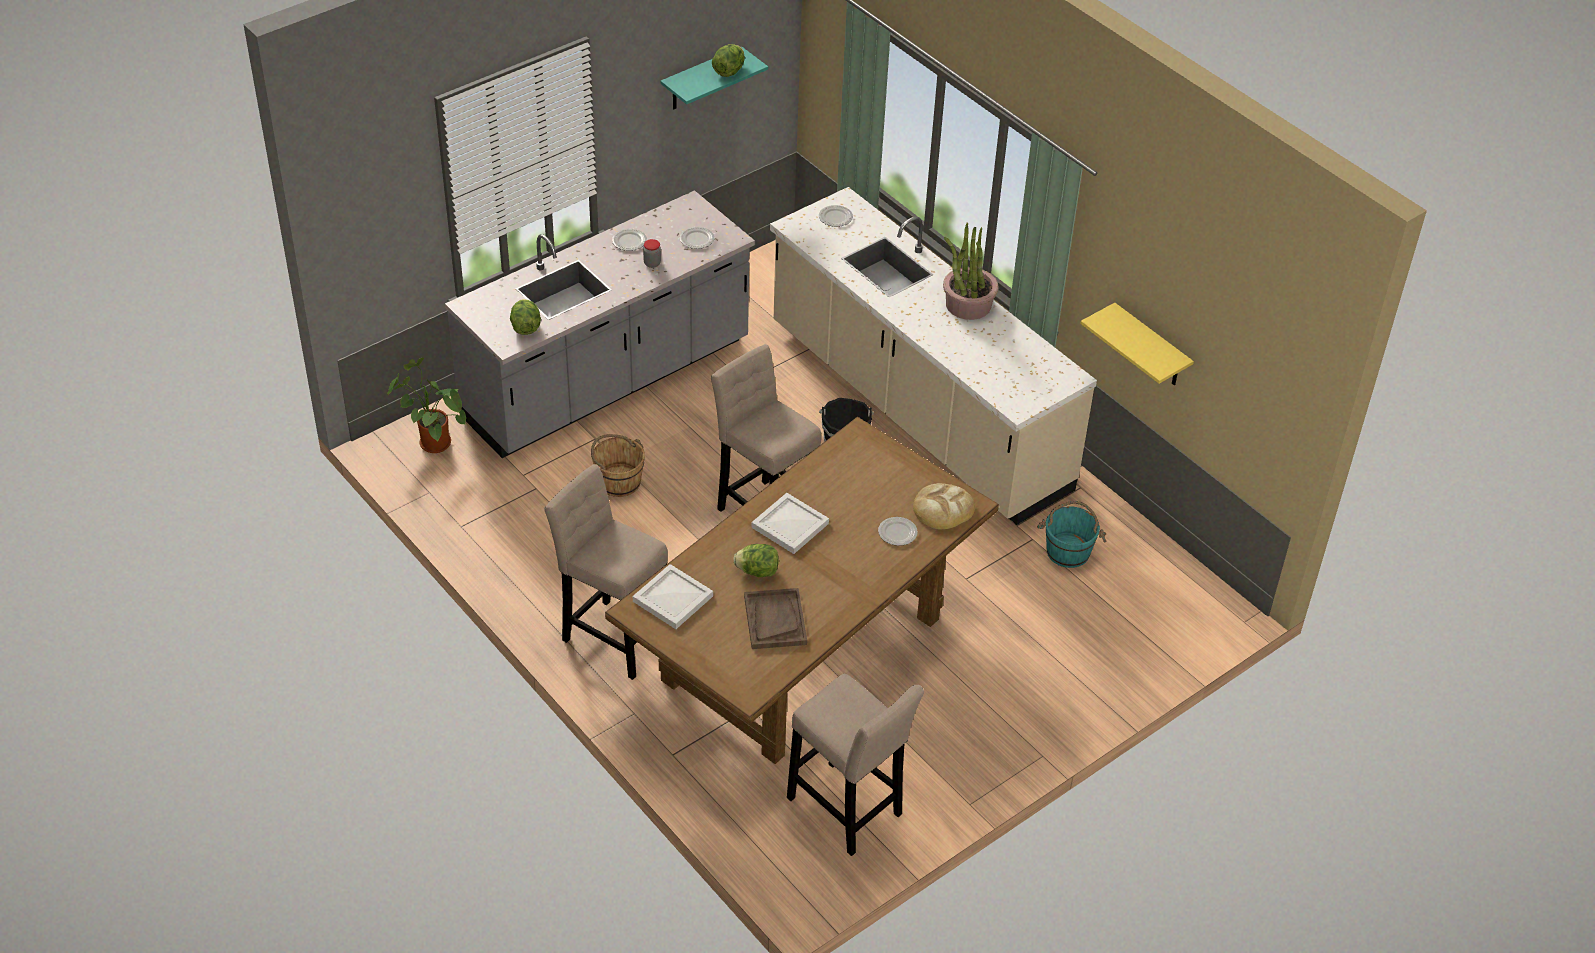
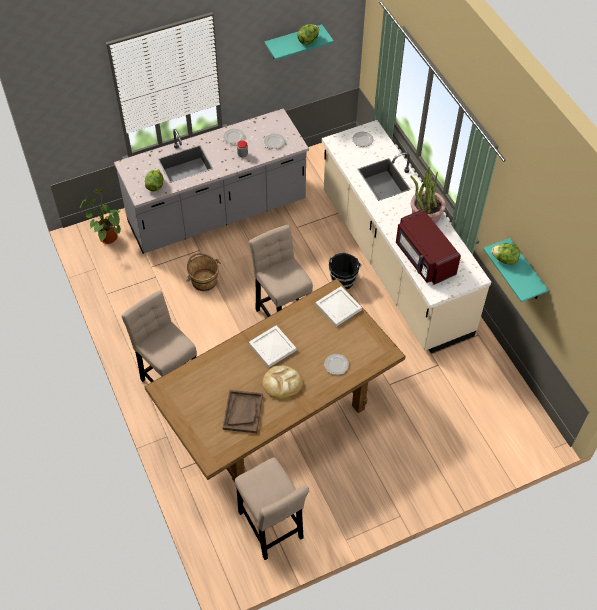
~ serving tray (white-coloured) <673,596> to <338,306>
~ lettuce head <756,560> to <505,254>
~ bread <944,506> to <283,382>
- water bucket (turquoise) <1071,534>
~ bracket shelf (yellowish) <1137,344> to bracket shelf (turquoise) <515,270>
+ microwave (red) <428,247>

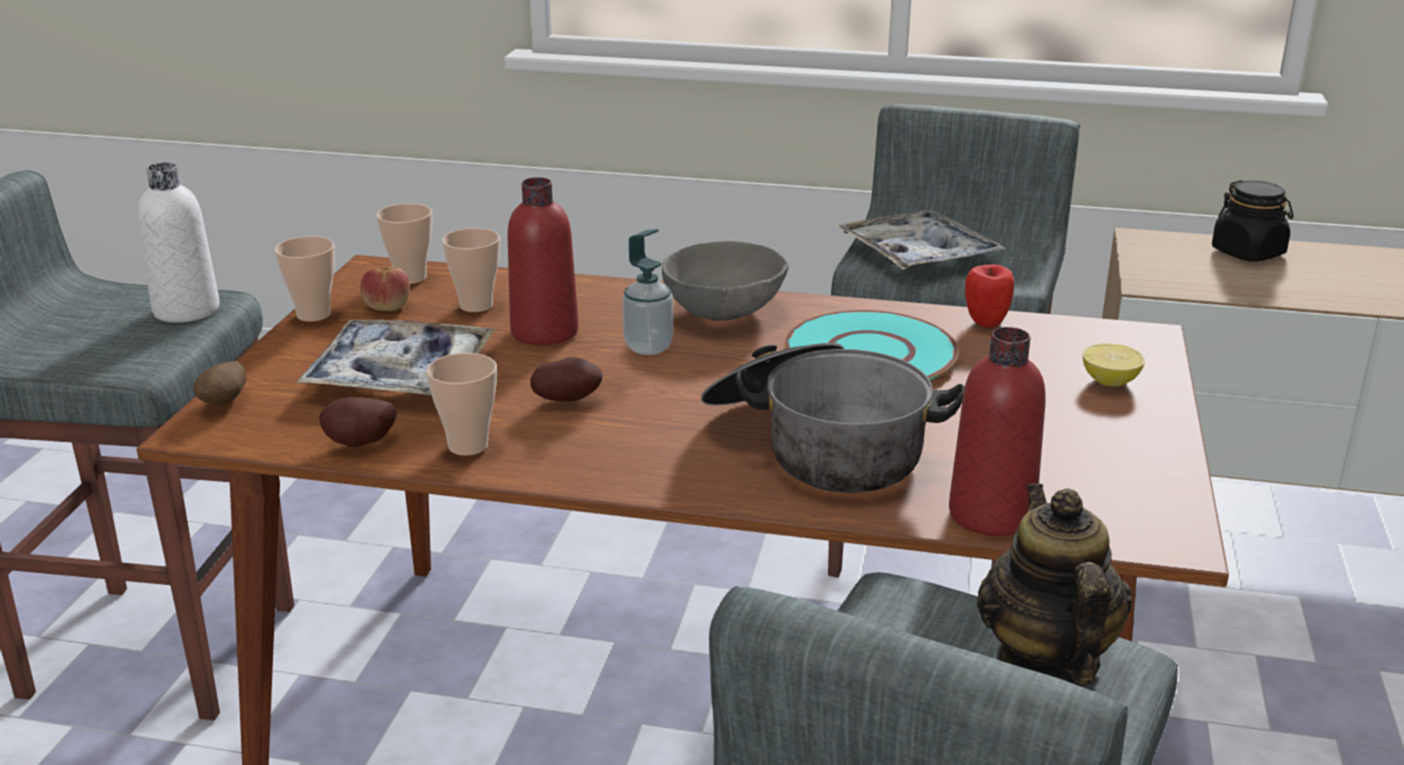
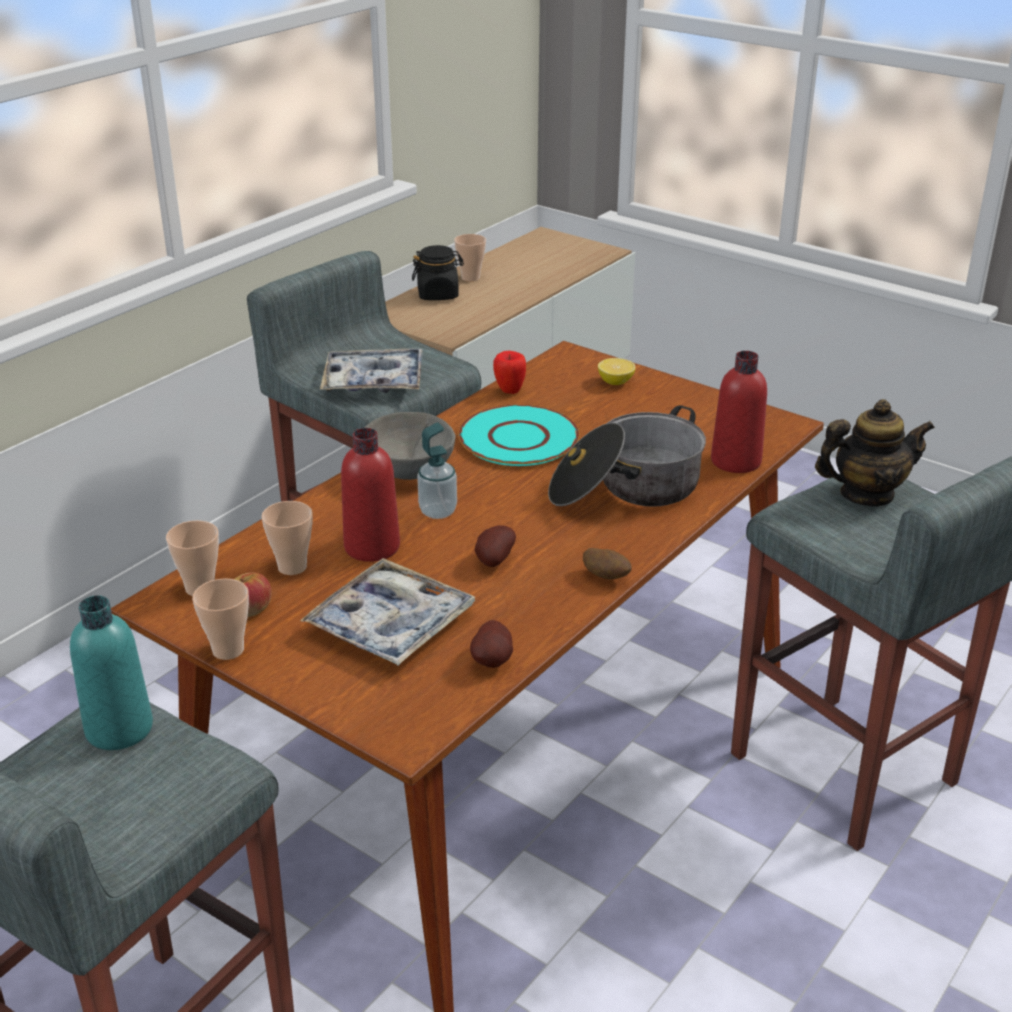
~ bottle (white-coloured) <179,242> to bottle (turquoise) <111,672>
~ spud <220,383> to <607,563>
~ drinking cup <461,404> to <470,258>
~ pot for tea <1055,585> = <875,453> 150 degrees clockwise

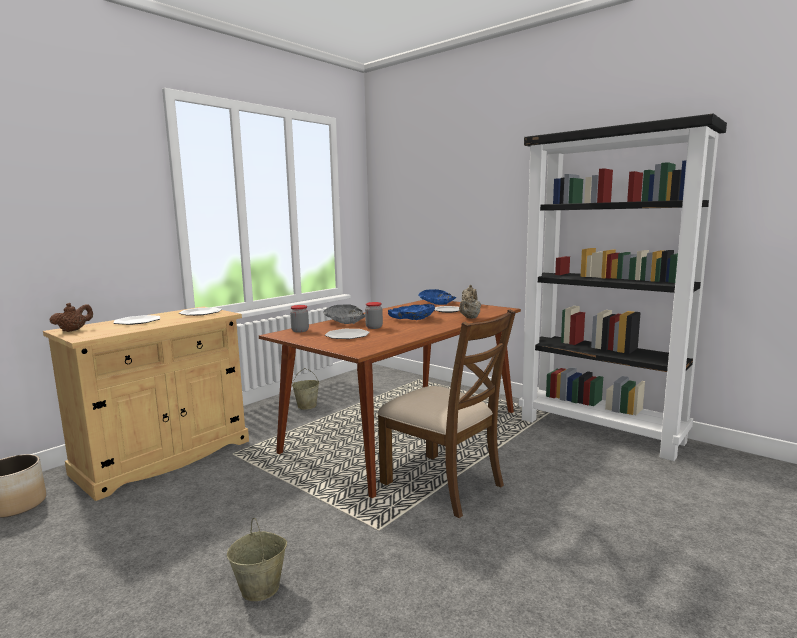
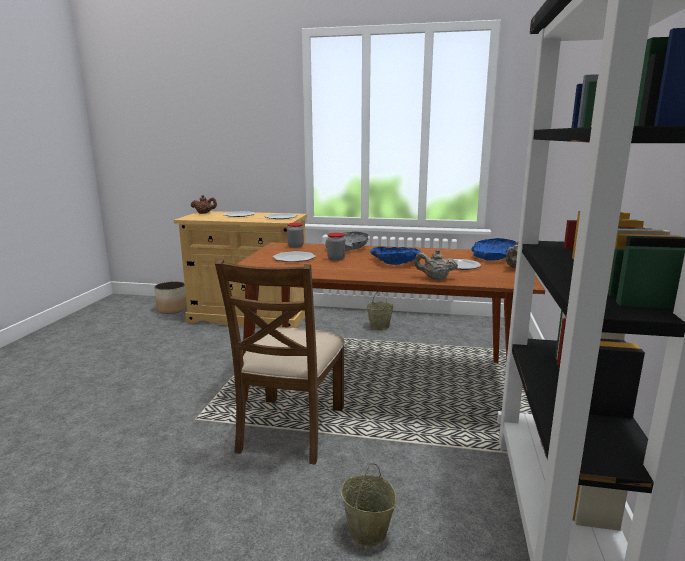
~ water bucket (beige-coloured) <257,559> to <369,504>

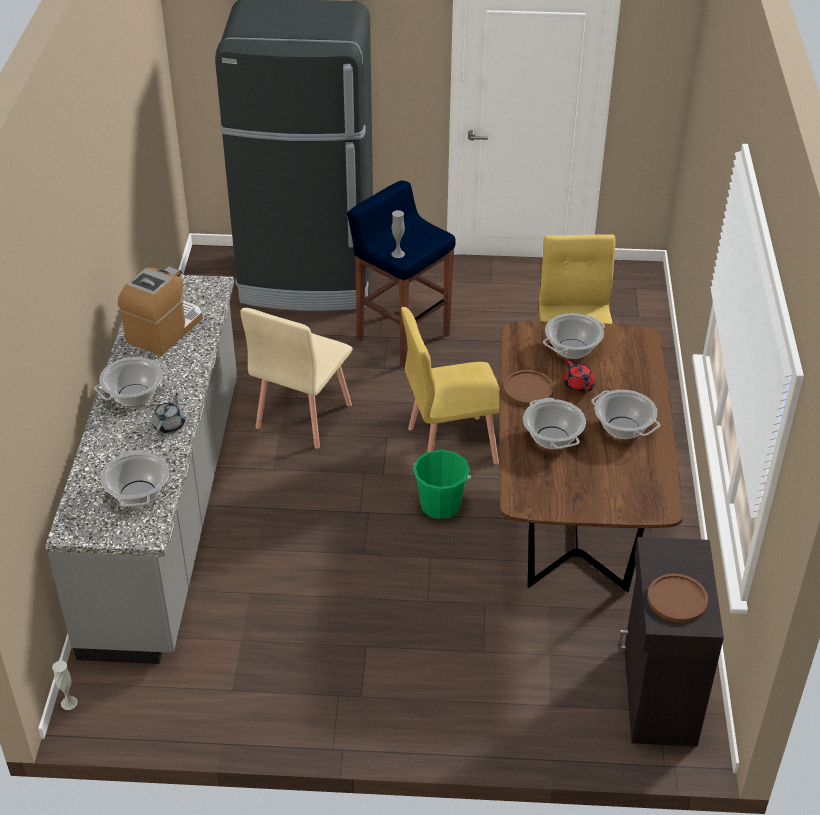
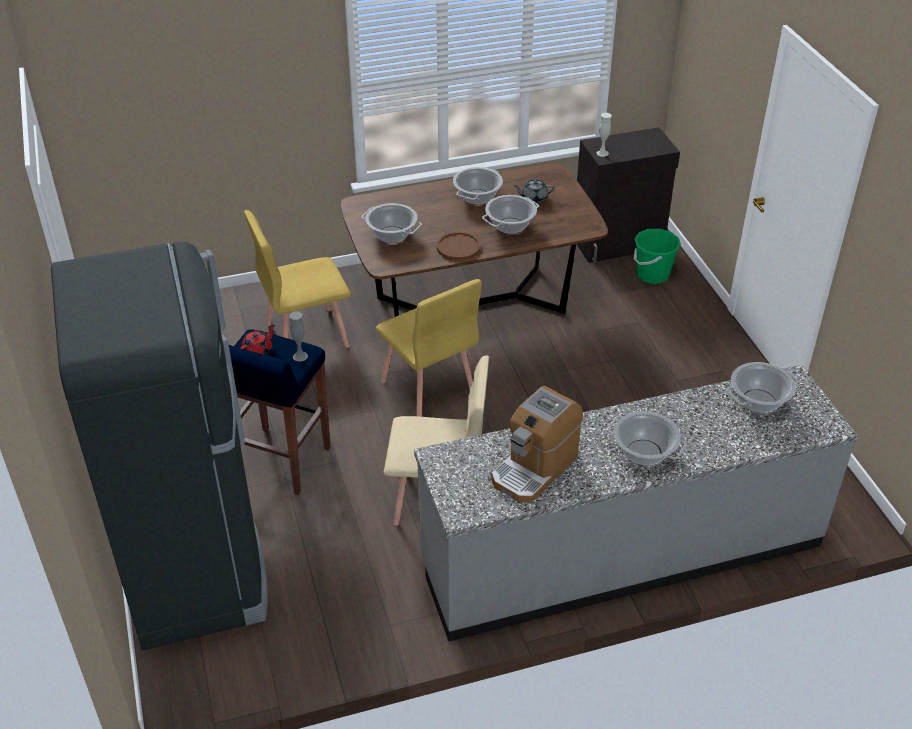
~ vase (white-coloured) <65,685> to <604,135>
~ coffee machine <160,311> = <537,444> 60 degrees counterclockwise
~ pot for tea (gray) <168,413> to <534,191>
~ water bucket (greenish) <442,484> to <657,256>
~ pot for tea (red) <579,377> to <258,340>
- dinner plate (brownish) <677,598>

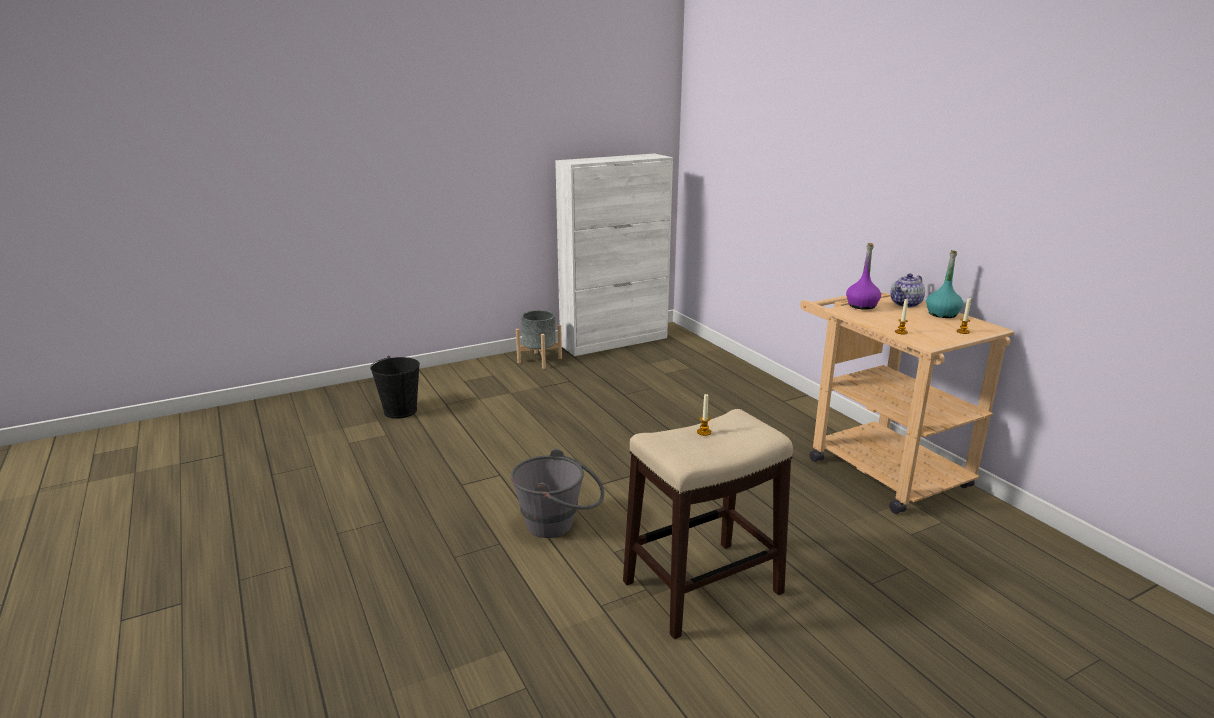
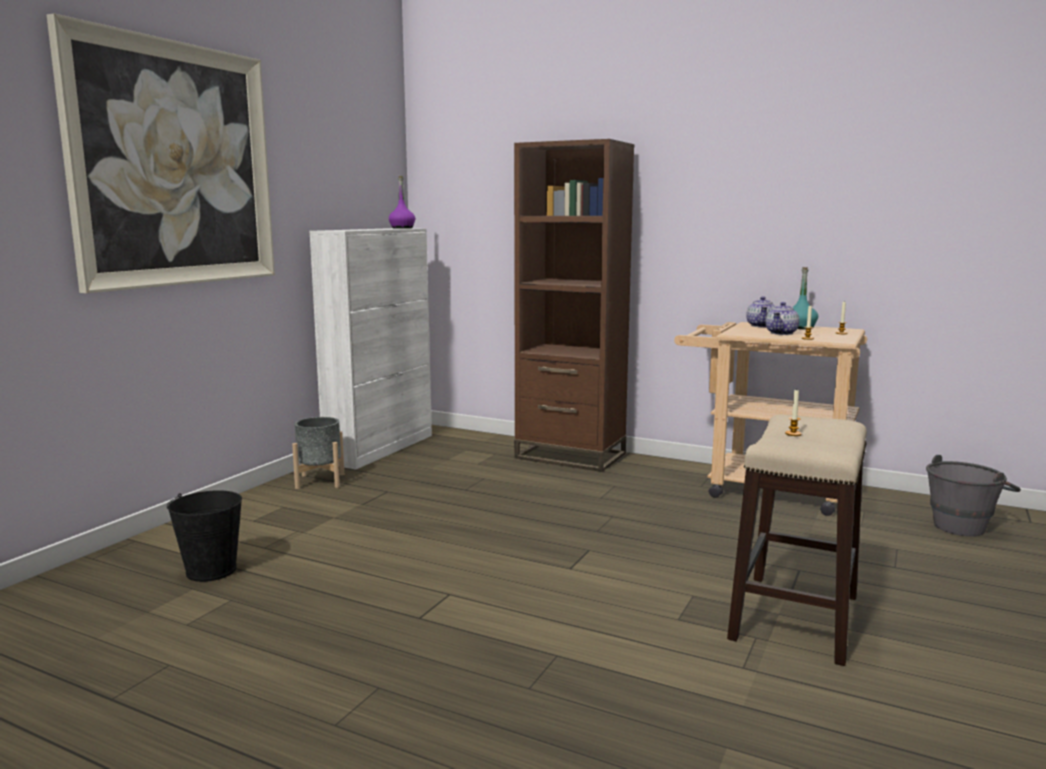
~ water bucket (gray) <557,493> to <973,495>
~ bottle (purple-coloured) <863,276> to <402,202>
+ wall art <161,153>
+ bookcase (brownish) <574,305>
+ pot for tea <782,318>

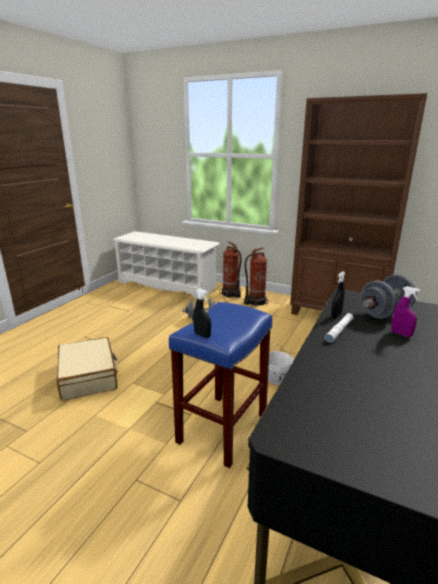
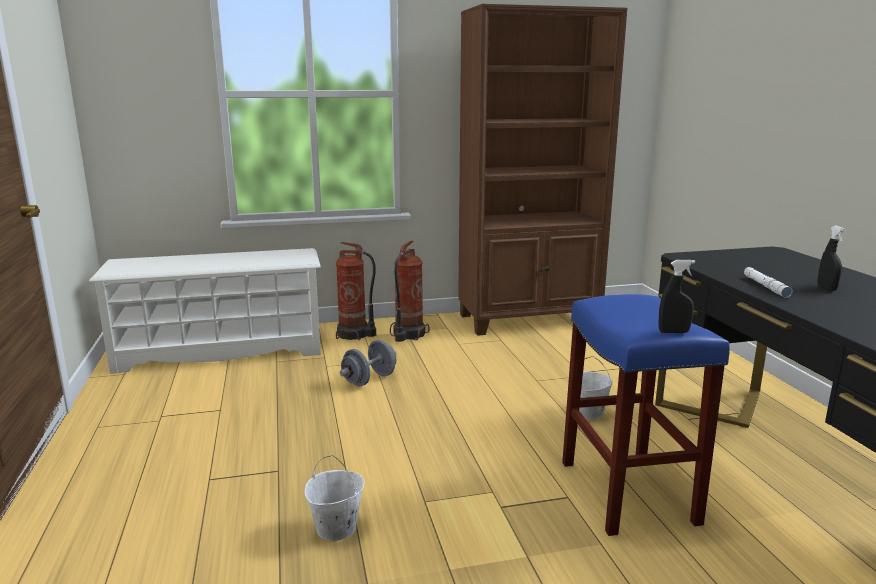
~ piece of luggage (beige-coloured) <87,368> to water bucket (white-coloured) <334,498>
~ sprayer (blackish) <338,295> to <831,258>
- dumbbell (gray) <388,296>
- sprayer (purple-coloured) <405,311>

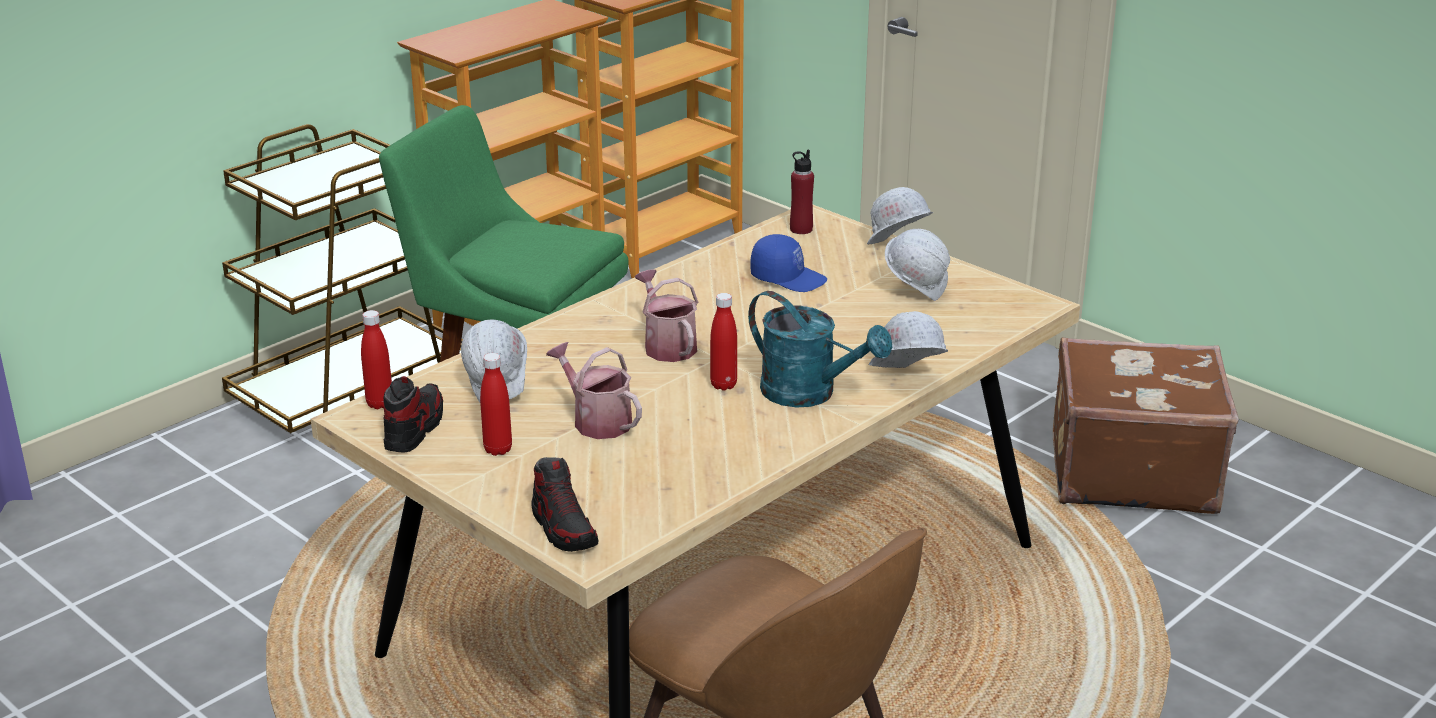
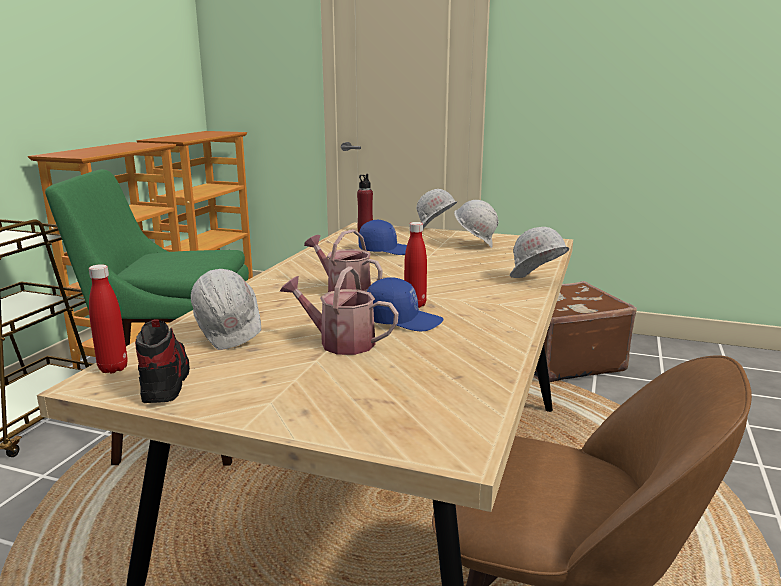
- bottle (red) <496,404>
- low shoe <564,504>
- watering pot (turquoise) <820,349>
+ peaked cap (blue-coloured) <405,304>

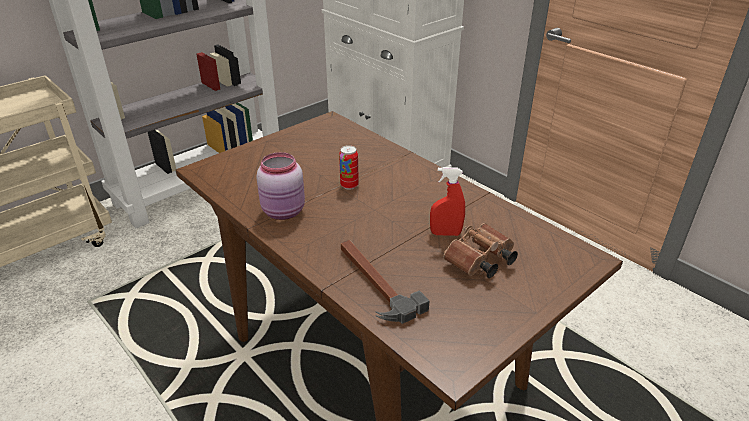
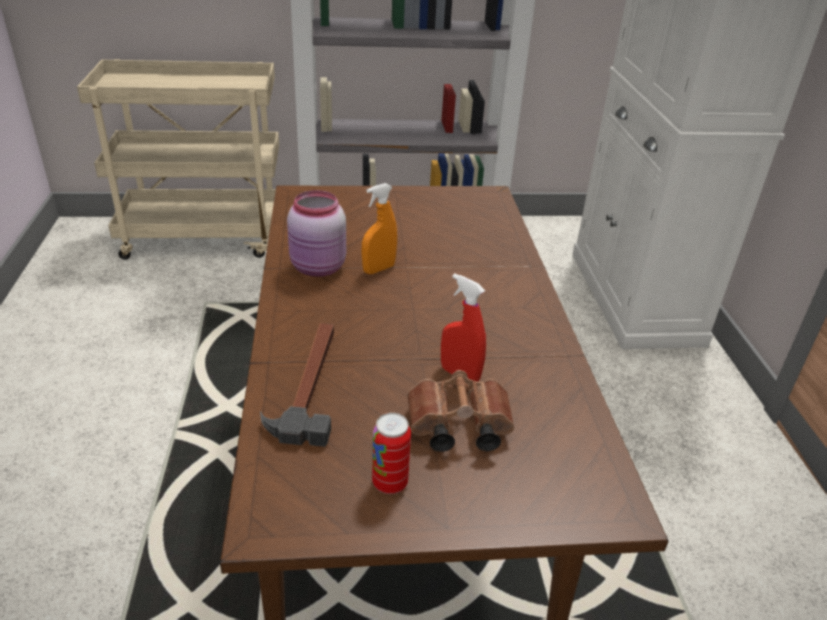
~ can <349,167> to <391,453>
+ sprayer (orange-coloured) <379,228>

